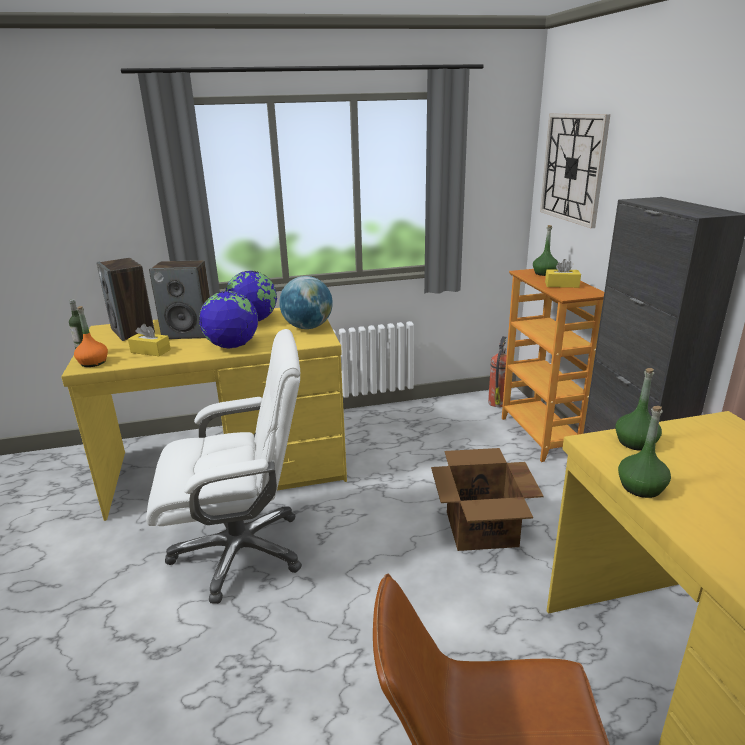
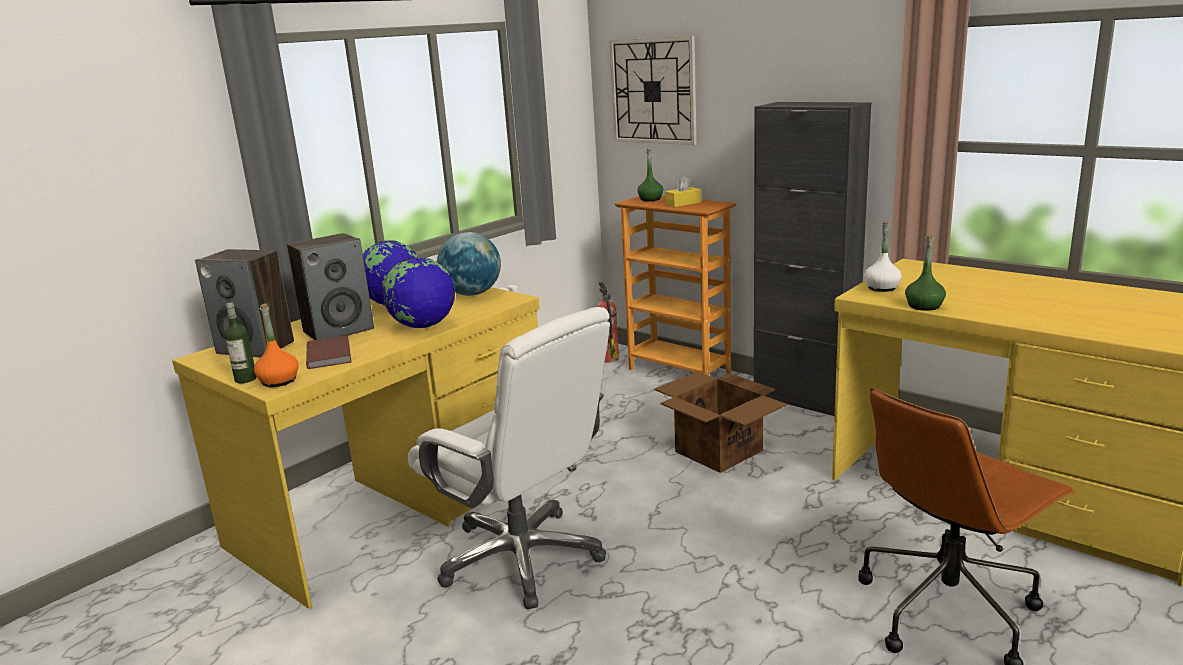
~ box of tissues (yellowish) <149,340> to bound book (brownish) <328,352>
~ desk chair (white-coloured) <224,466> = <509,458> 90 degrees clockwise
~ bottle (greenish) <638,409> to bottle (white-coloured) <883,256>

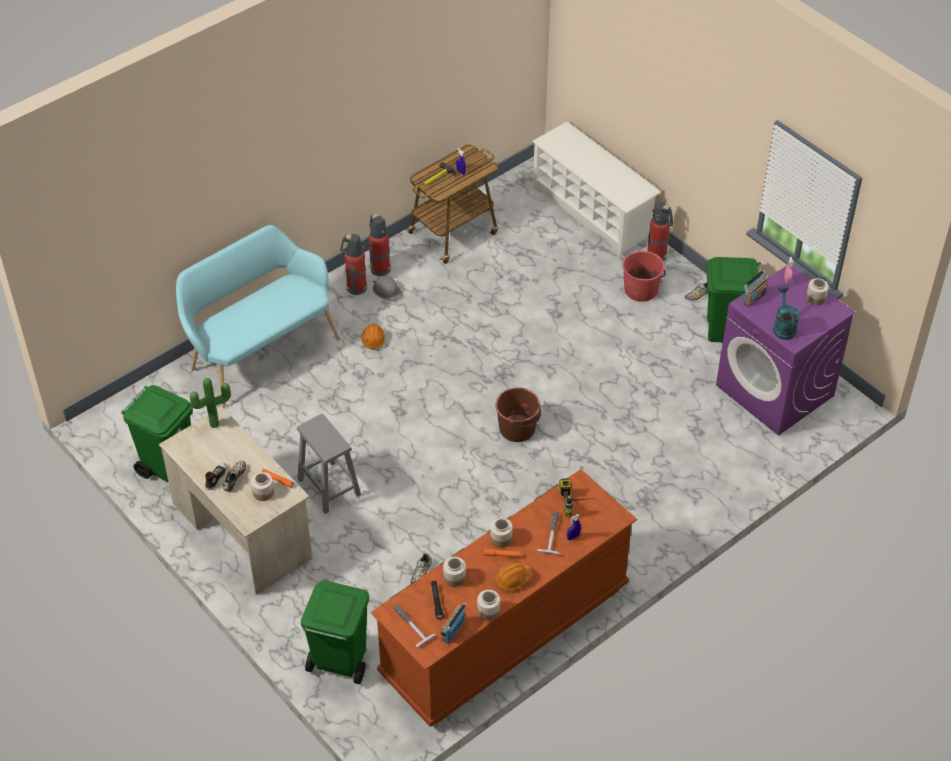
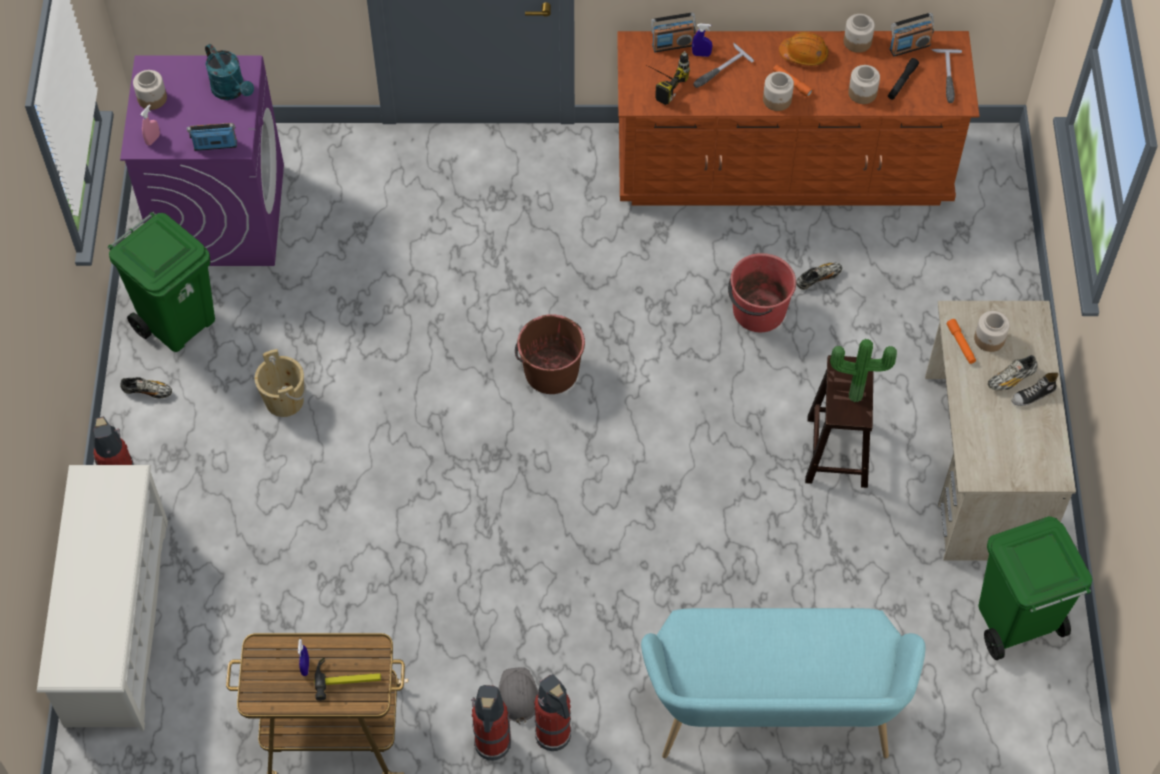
~ plant in a pot <210,403> to <863,370>
~ stool seat (gray) <329,464> to stool seat (brownish) <839,421>
- rubbish bin (greenish) <335,632>
- hard hat (orange-coloured) <373,336>
~ water bucket (red) <644,276> to <762,292>
~ watering pot (turquoise) <786,313> = <229,72> 75 degrees counterclockwise
+ water bucket (beige-coloured) <280,383>
+ radio receiver <673,32>

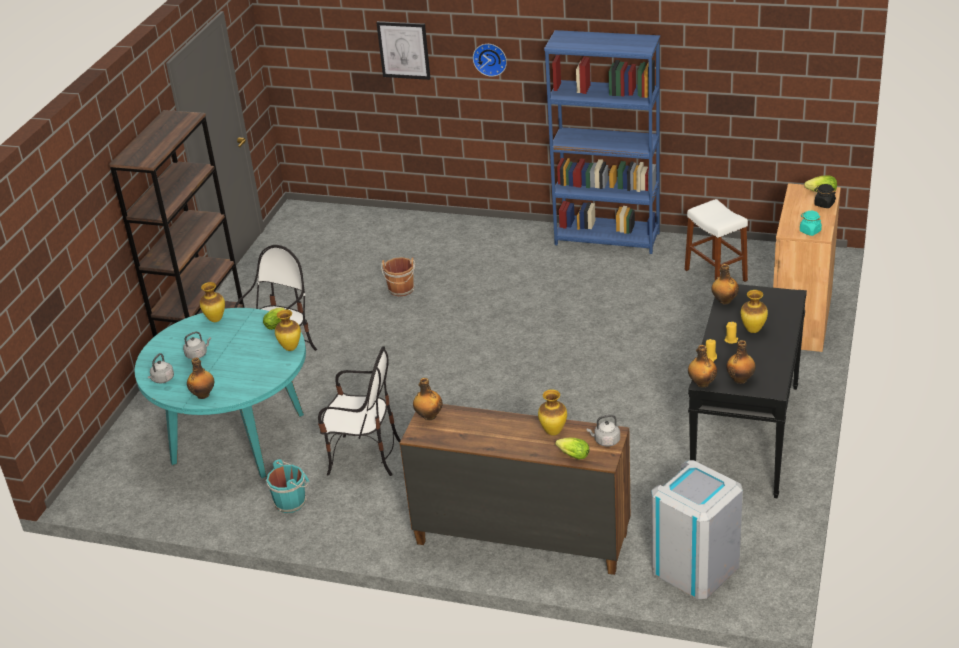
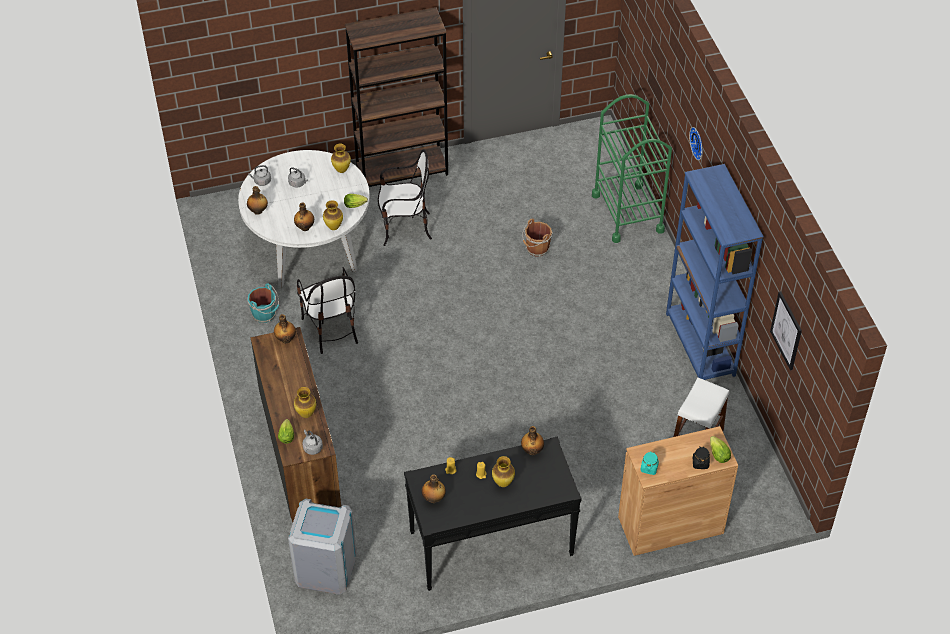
~ dinner table (turquoise) <220,393> to dinner table (white-coloured) <304,219>
~ wall art <403,50> to <786,331>
~ bottle <702,366> to <304,216>
+ trolley (greenish) <632,168>

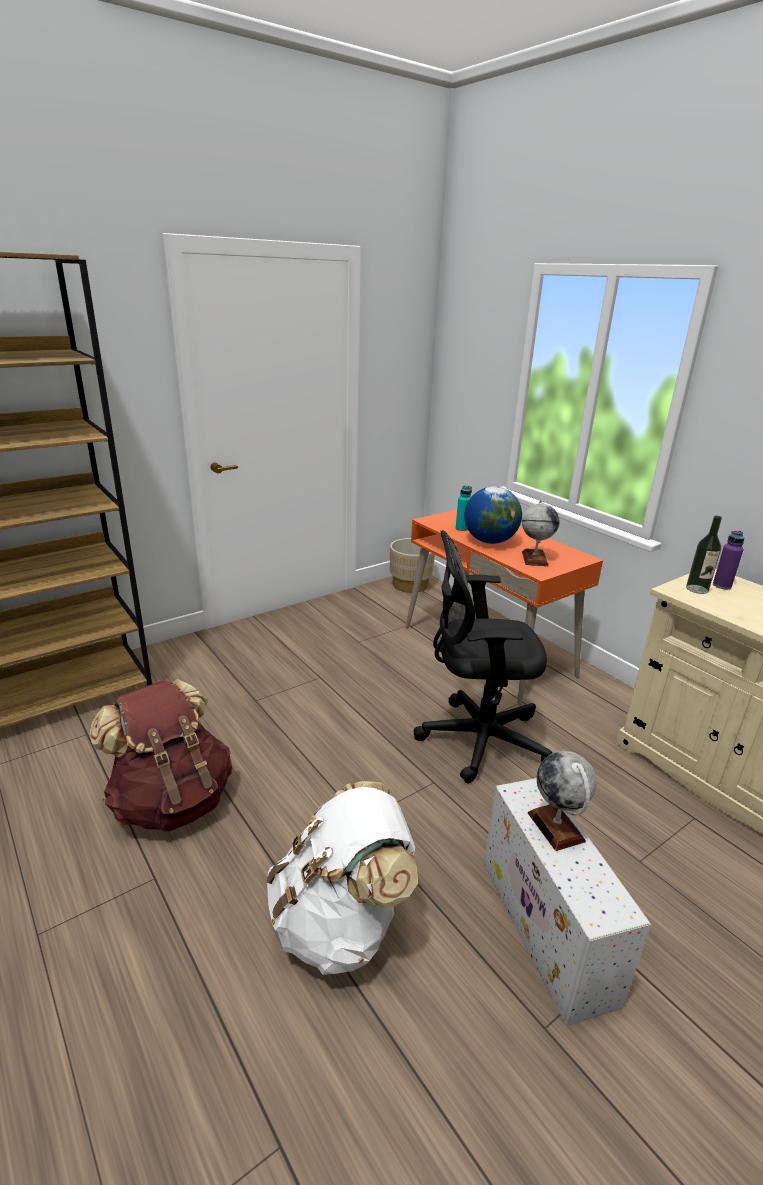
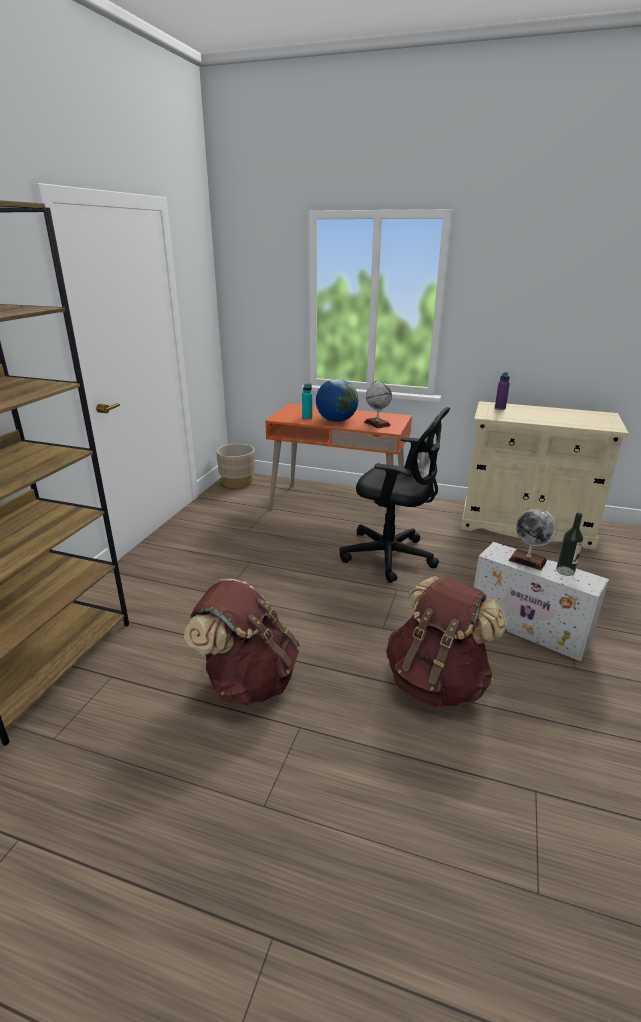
~ knapsack (white-coloured) <342,878> to knapsack (brownish) <446,641>
~ desk chair (blackish) <483,656> = <395,495> 120 degrees counterclockwise
~ bottle <704,555> to <569,544>

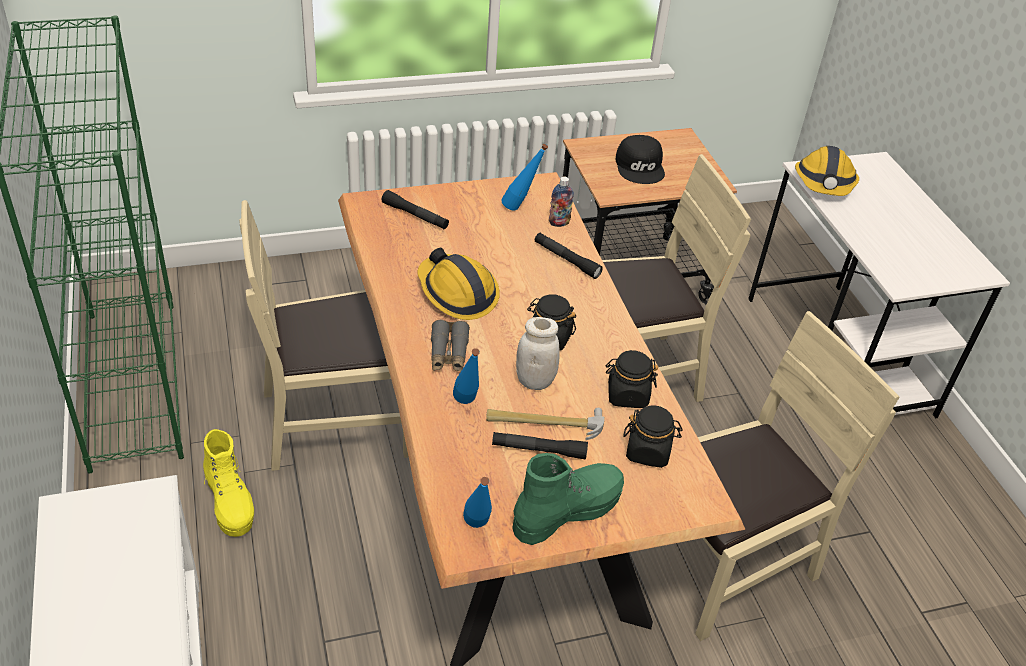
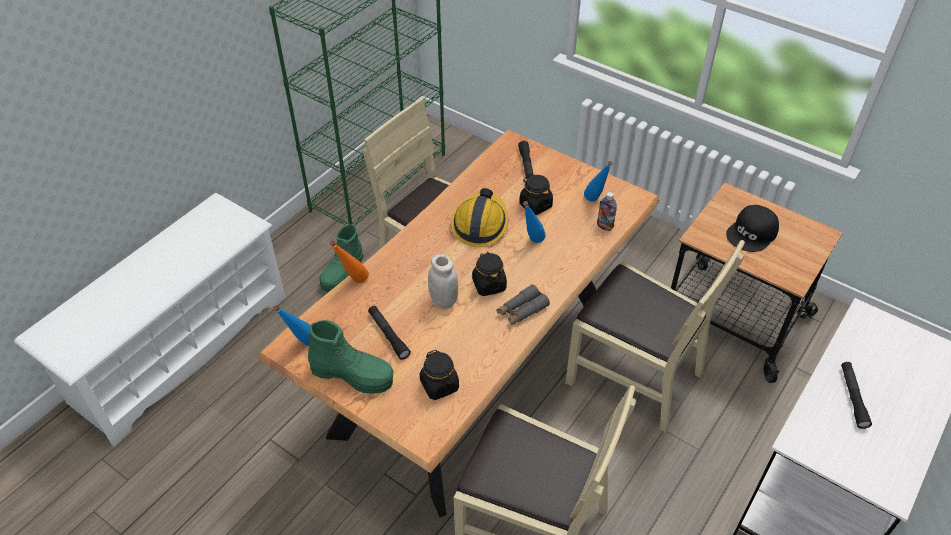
~ boot (yellowish) <228,483> to boot (greenish) <341,258>
~ pair of binoculars (gray) <450,346> to <523,305>
~ bottle (blue-coloured) <466,376> to <534,222>
- tool hammer <545,424>
~ flashlight (blackish) <569,256> to <856,395>
~ jar (blackish) <632,379> to <536,195>
- hard hat <827,171>
+ bottle (orange-coloured) <349,262>

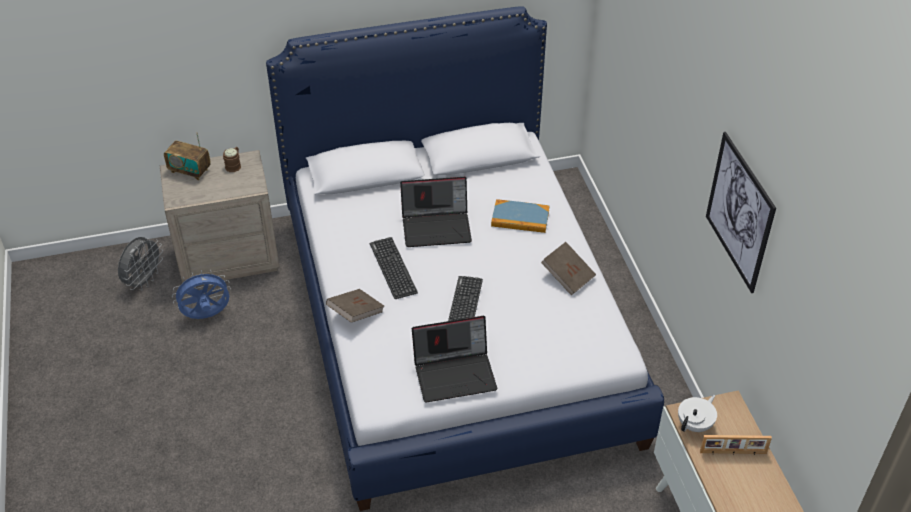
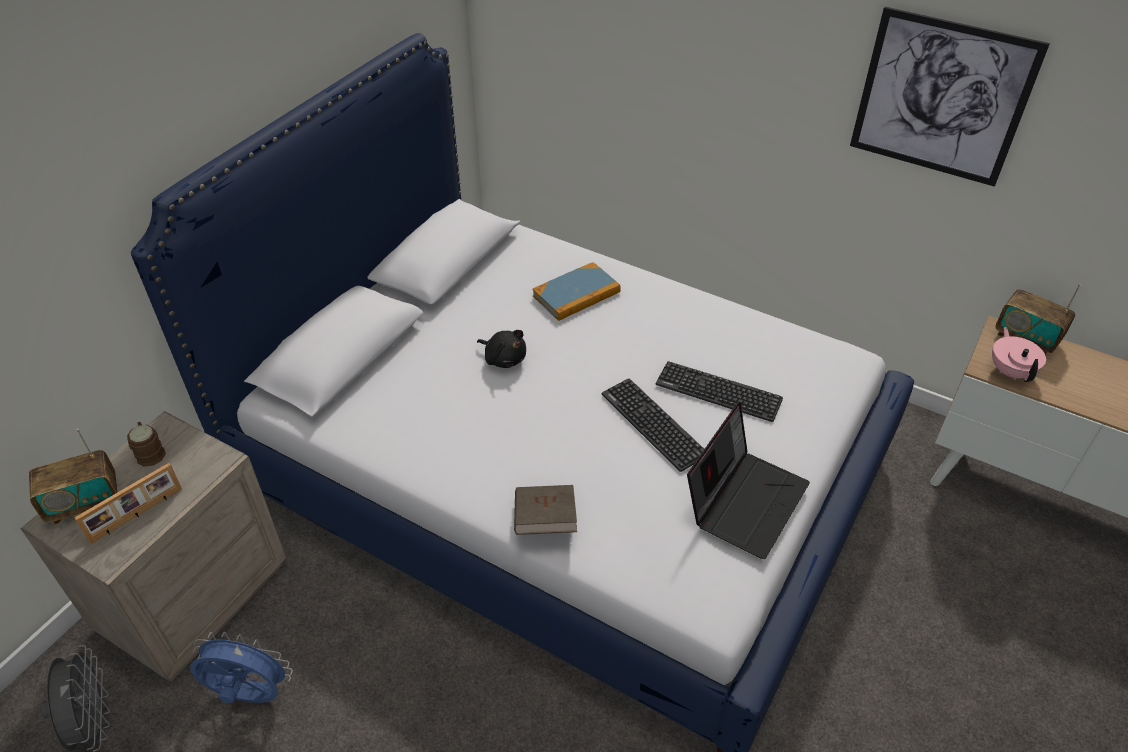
~ cooling fan (blue-coloured) <201,294> = <241,667> 75 degrees clockwise
~ keyboard <394,268> to <719,391>
~ portable computer <436,212> to plush toy (blackish) <501,349>
- bound book (brownish) <568,268>
~ pot for tea (white-coloured) <697,413> to pot for tea (pink-coloured) <1019,354>
~ standing frame <736,445> to <128,503>
+ radio receiver <1038,319>

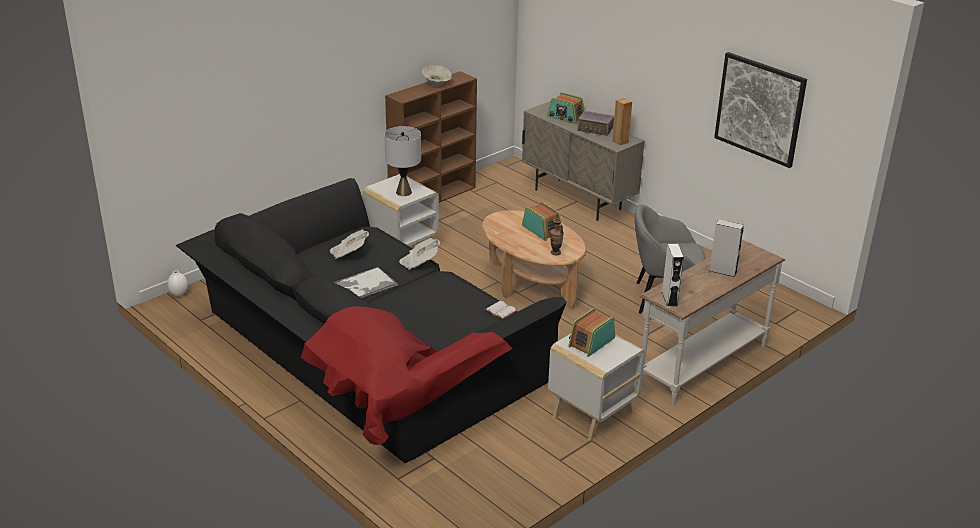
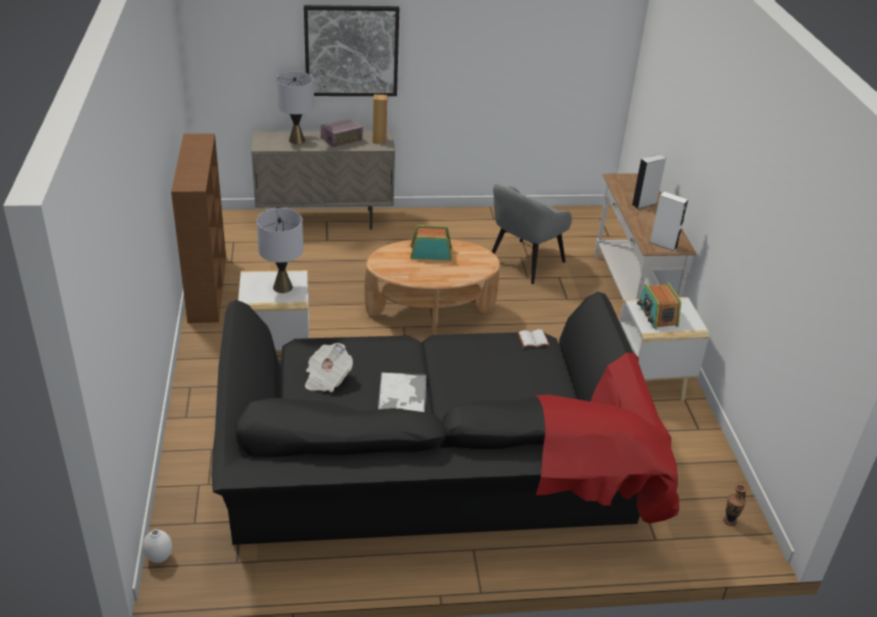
- printed paper <419,254>
- bowl (beige-coloured) <437,76>
~ radio receiver <565,108> to table lamp (gray) <295,107>
~ vase <557,236> to <735,505>
~ wall art <760,110> to <351,50>

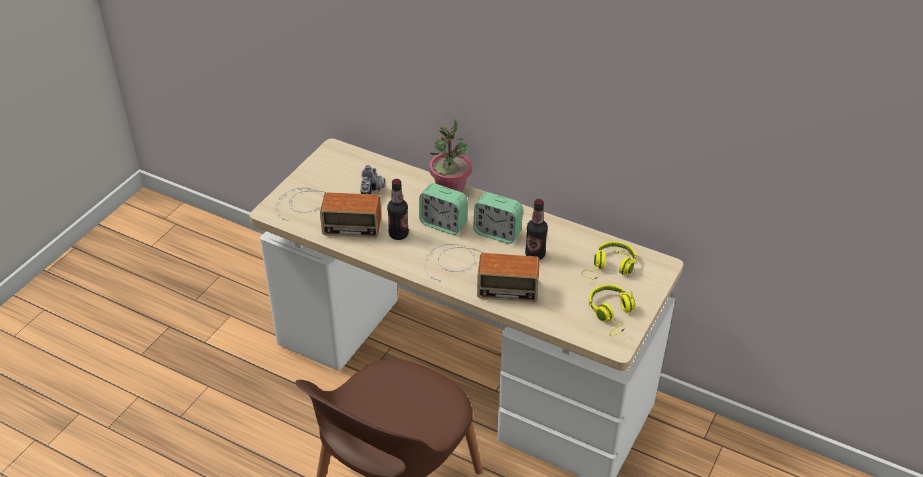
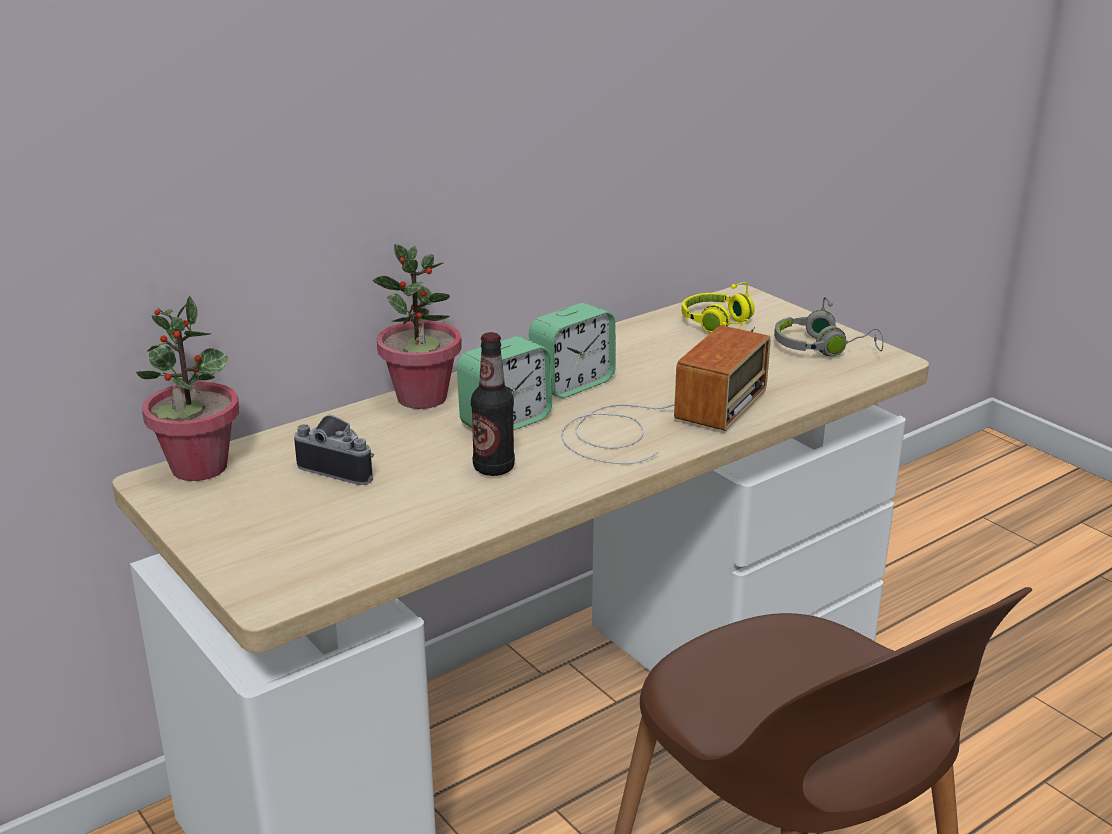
- radio receiver <328,212>
- bottle <536,229>
~ pair of headphones (yellowish) <612,310> to pair of headphones (gray) <828,326>
+ plant in a pot <187,388>

